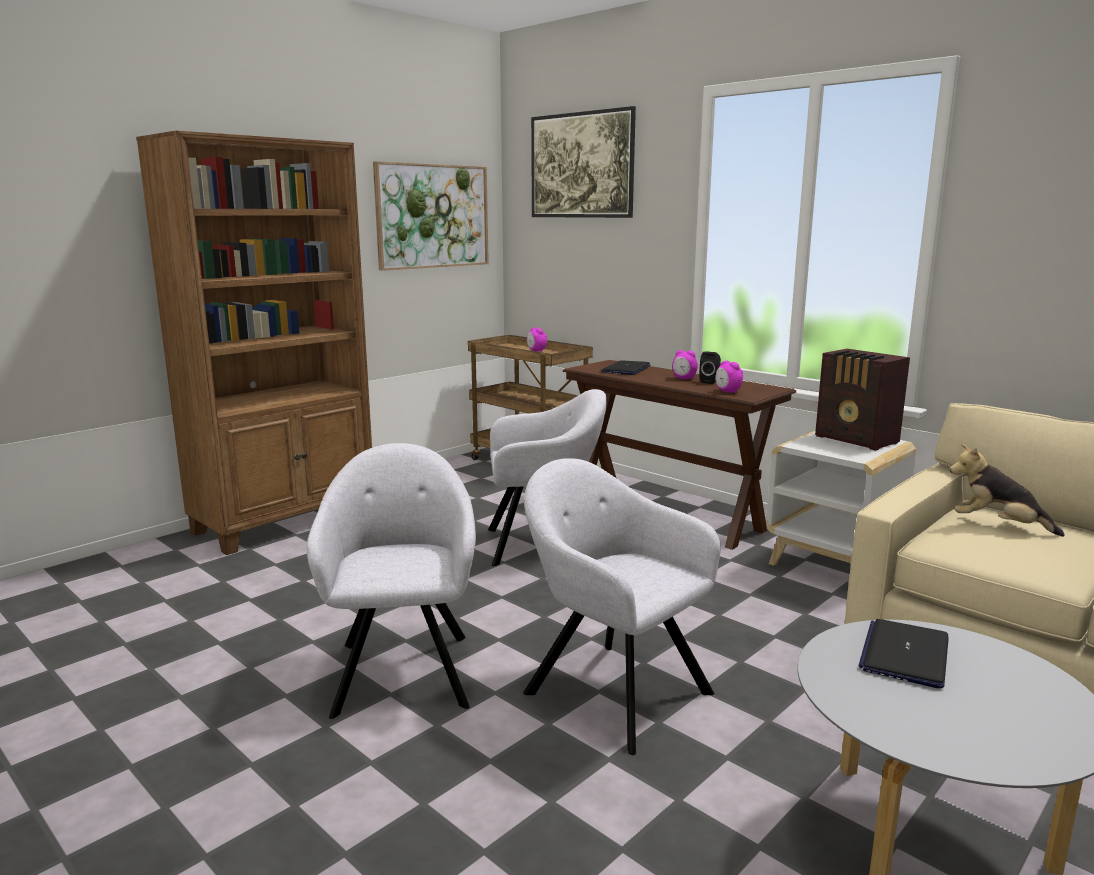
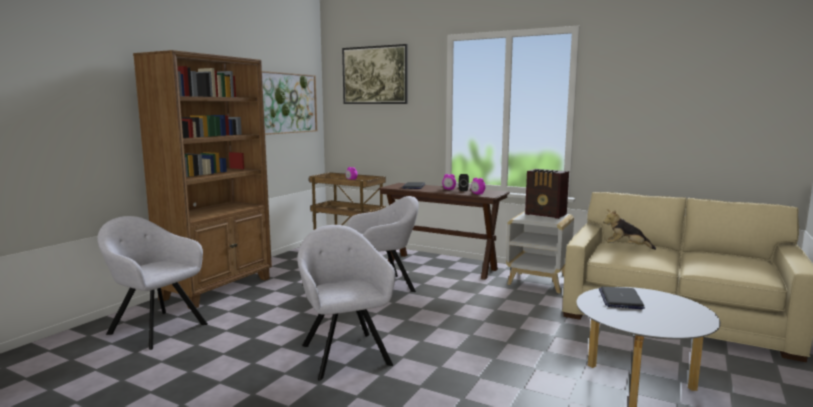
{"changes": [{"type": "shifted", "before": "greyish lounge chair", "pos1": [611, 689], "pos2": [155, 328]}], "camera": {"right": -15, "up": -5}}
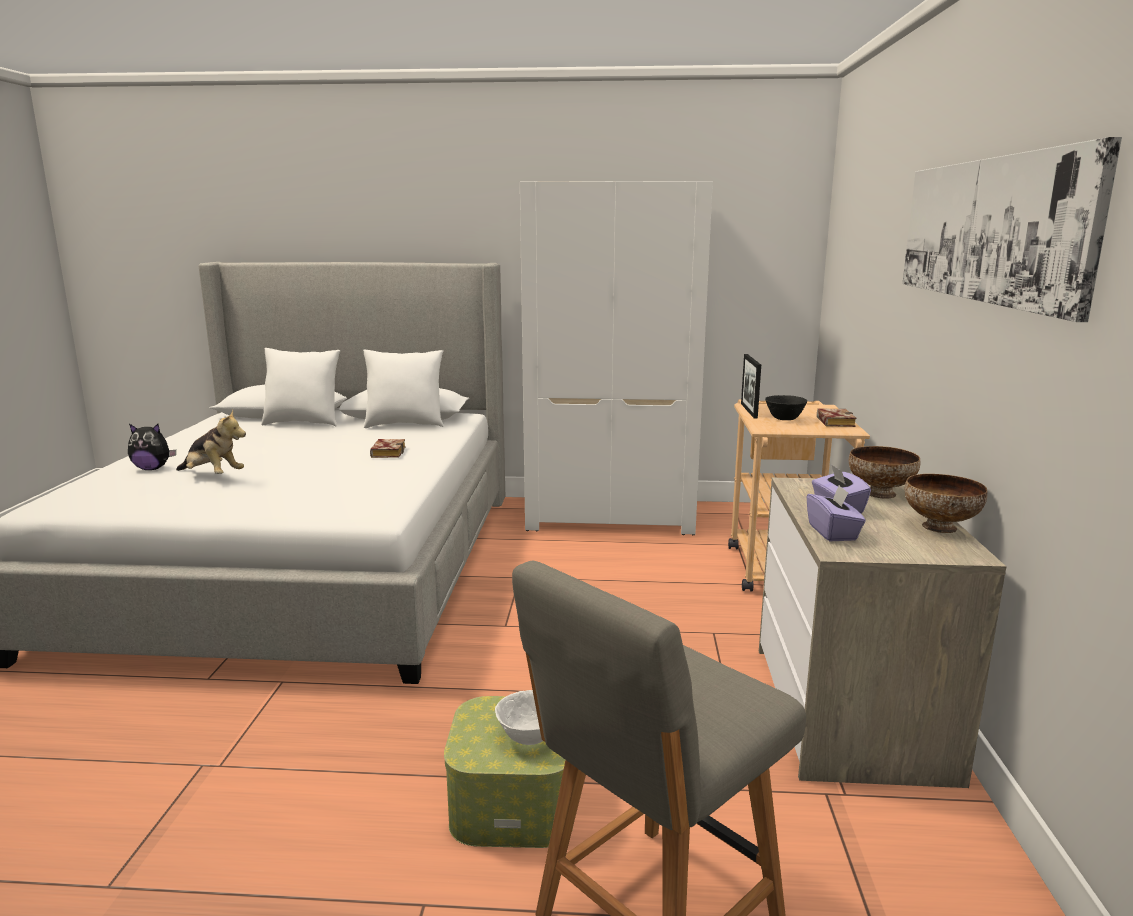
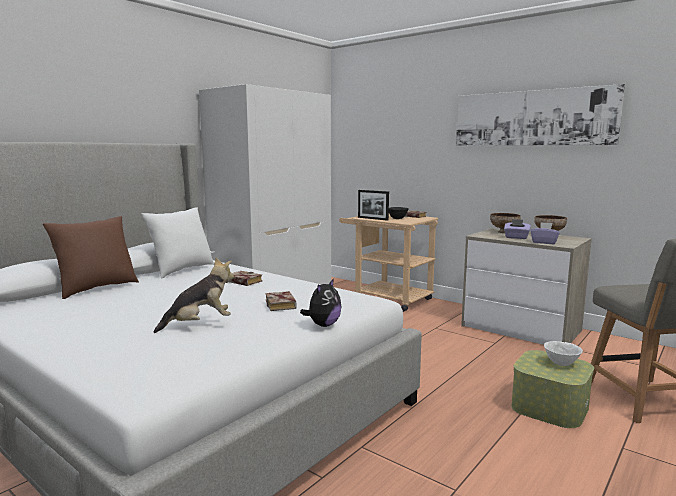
{"changes": [{"type": "shifted", "before": "plush toy", "pos1": [152, 469], "pos2": [323, 325]}, {"type": "repainted", "before": "whitish throw pillow", "after": "brown throw pillow", "pos1": [303, 423], "pos2": [96, 289]}, {"type": "new", "after": "bound book", "pos2": [282, 305]}], "camera": {"right": -55, "up": -5}}
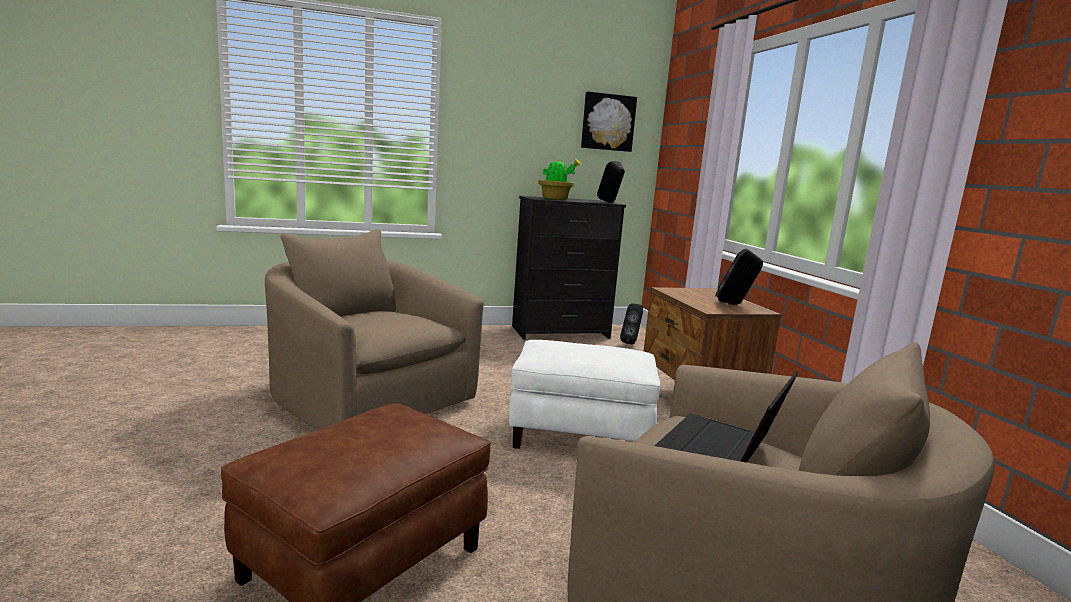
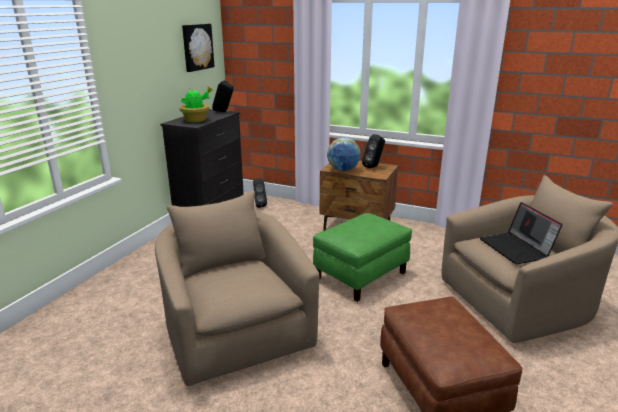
{"changes": [{"type": "rotated", "before": "beige-coloured lounge chair", "pos1": [366, 398], "pos2": [235, 330], "turn": 75}, {"type": "repainted", "before": "whitish ottoman", "after": "green-coloured ottoman", "pos1": [579, 435], "pos2": [361, 276]}, {"type": "new", "after": "globe", "pos2": [343, 170]}], "camera": {"right": -50, "up": 10}}
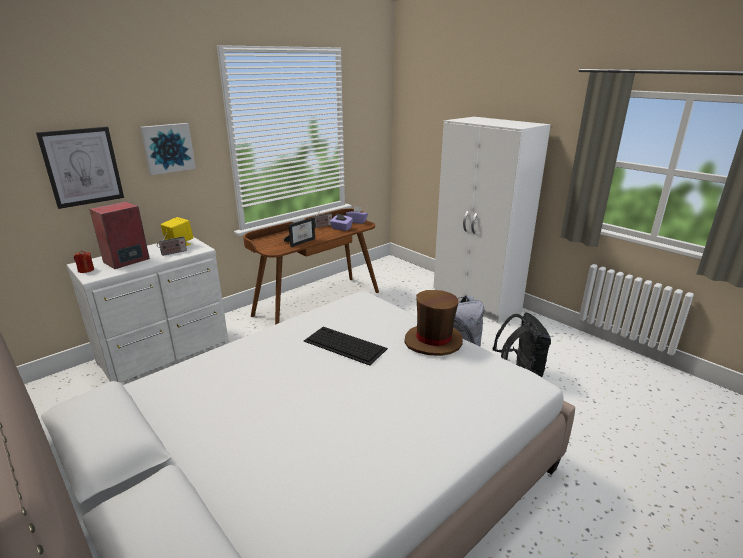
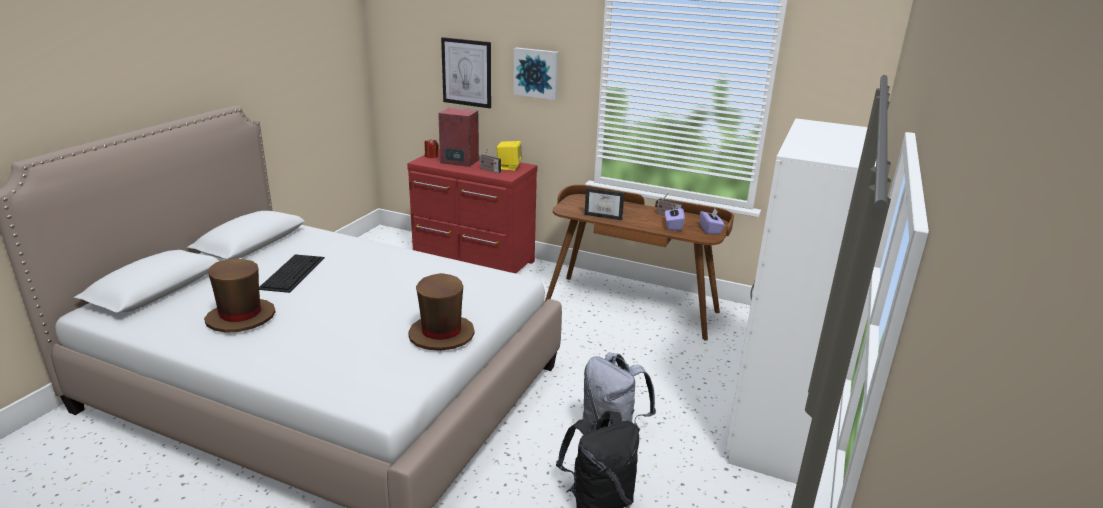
{"changes": [{"type": "repainted", "before": "whitish dresser", "after": "reddish dresser", "pos1": [166, 353], "pos2": [473, 261]}, {"type": "shifted", "before": "computer keyboard", "pos1": [344, 345], "pos2": [292, 272]}, {"type": "new", "after": "brown clothing hat", "pos2": [240, 318]}], "camera": {"right": 65, "up": 0}}
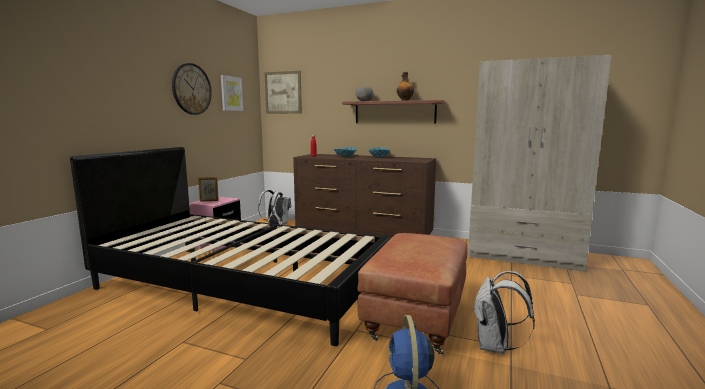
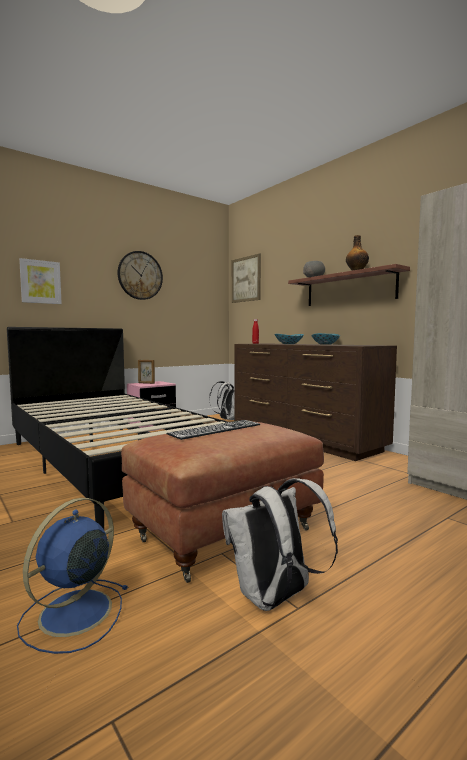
{"changes": [{"type": "shifted", "before": "picture", "pos1": [231, 93], "pos2": [40, 282]}, {"type": "new", "after": "computer keyboard", "pos2": [215, 429]}], "camera": {"right": 30, "up": -5}}
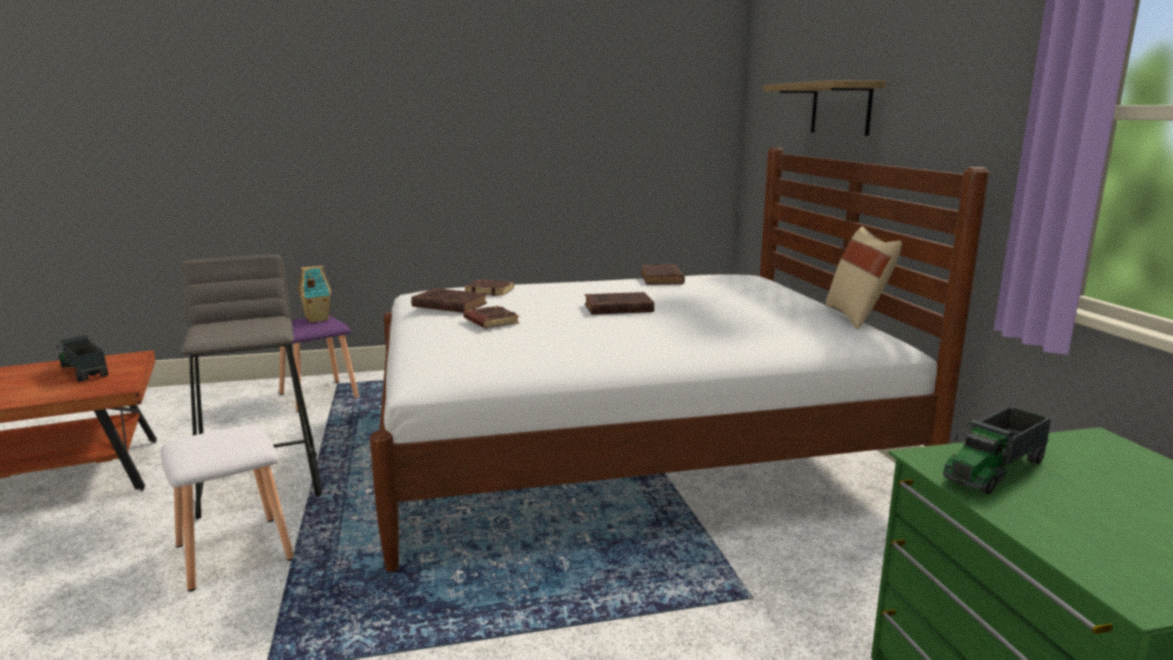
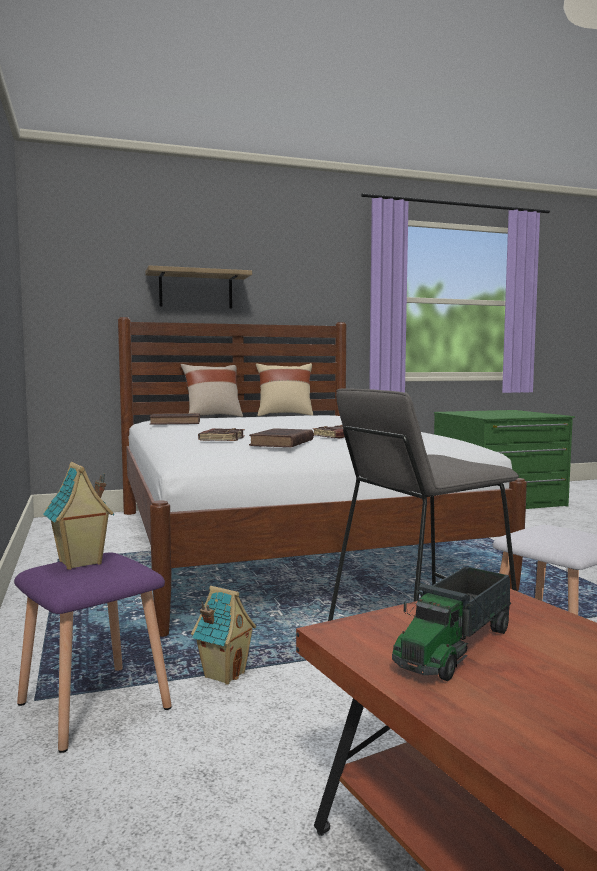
{"changes": [{"type": "gone", "before": "brown bound book", "pos1": [616, 308]}, {"type": "gone", "before": "model truck", "pos1": [994, 471]}, {"type": "new", "after": "beige-coloured throw pillow", "pos2": [212, 417]}, {"type": "new", "after": "miniature house", "pos2": [224, 674]}], "camera": {"right": -95, "up": -10}}
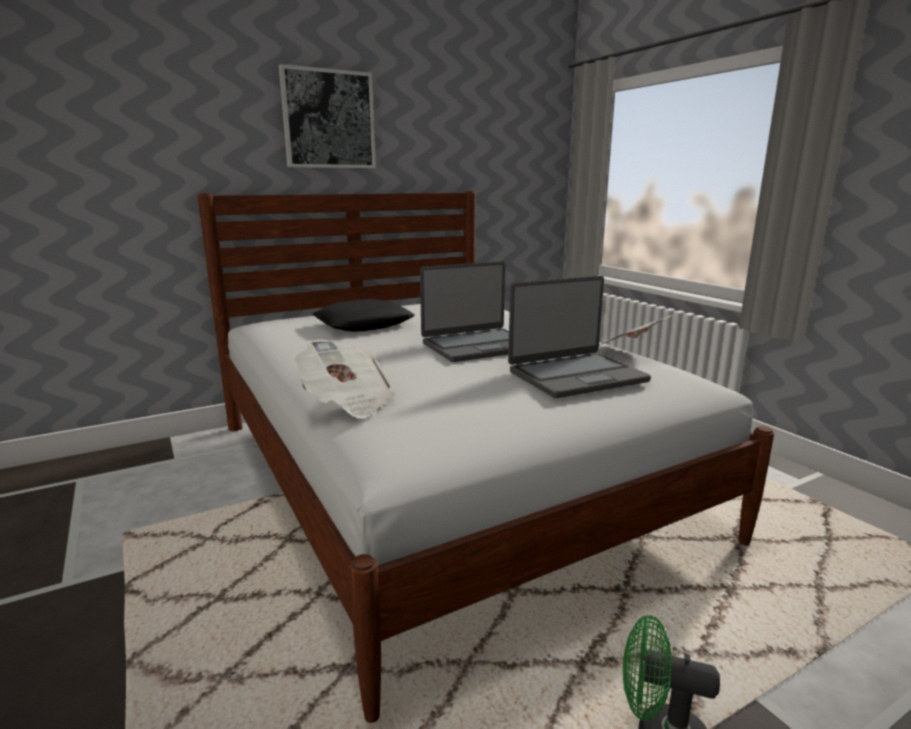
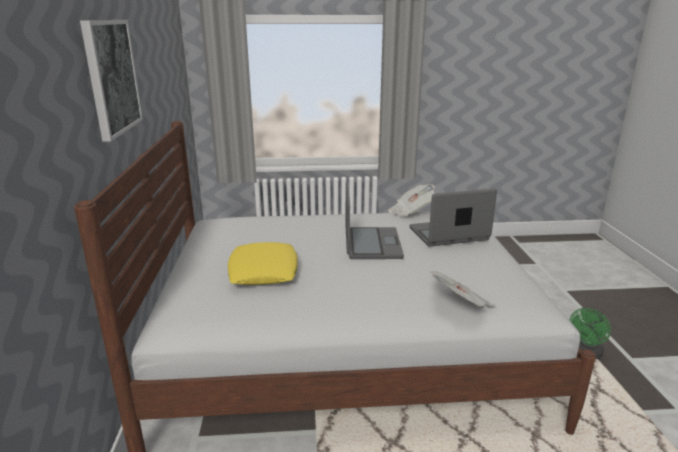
{"changes": [{"type": "repainted", "before": "blackish throw pillow", "after": "yellowish throw pillow", "pos1": [364, 324], "pos2": [263, 271]}, {"type": "rotated", "before": "laptop", "pos1": [576, 376], "pos2": [449, 234], "turn": -105}], "camera": {"right": -65, "up": 5}}
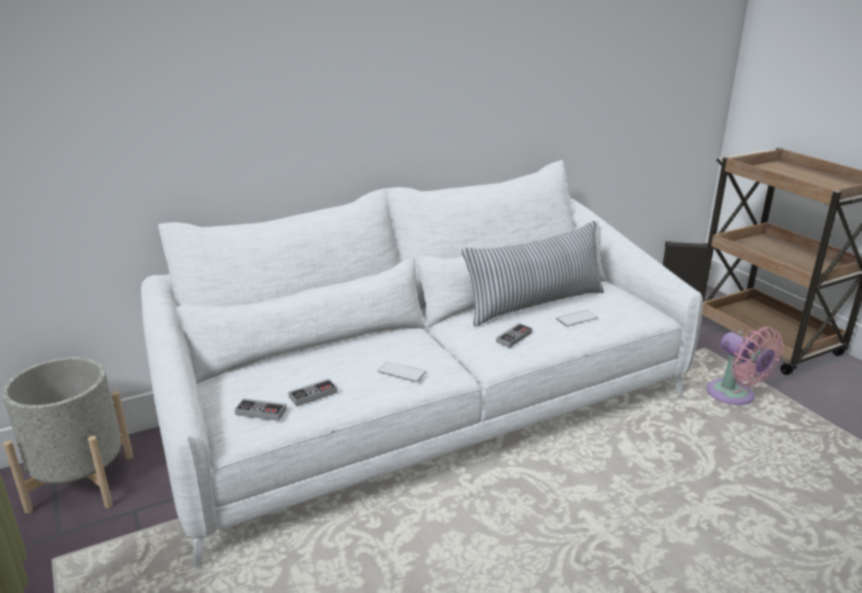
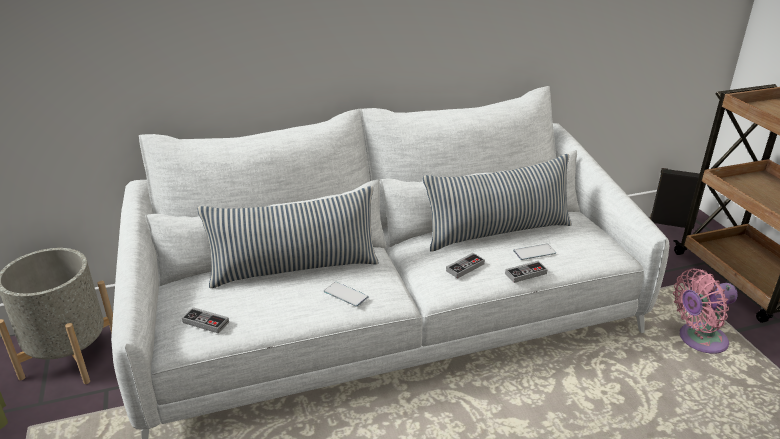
{"changes": [{"type": "shifted", "before": "game controller", "pos1": [313, 395], "pos2": [525, 273]}, {"type": "rotated", "before": "pink-coloured cooling fan", "pos1": [734, 396], "pos2": [698, 340], "turn": 90}, {"type": "new", "after": "throw pillow", "pos2": [295, 269]}], "camera": {"right": 10, "up": 5}}
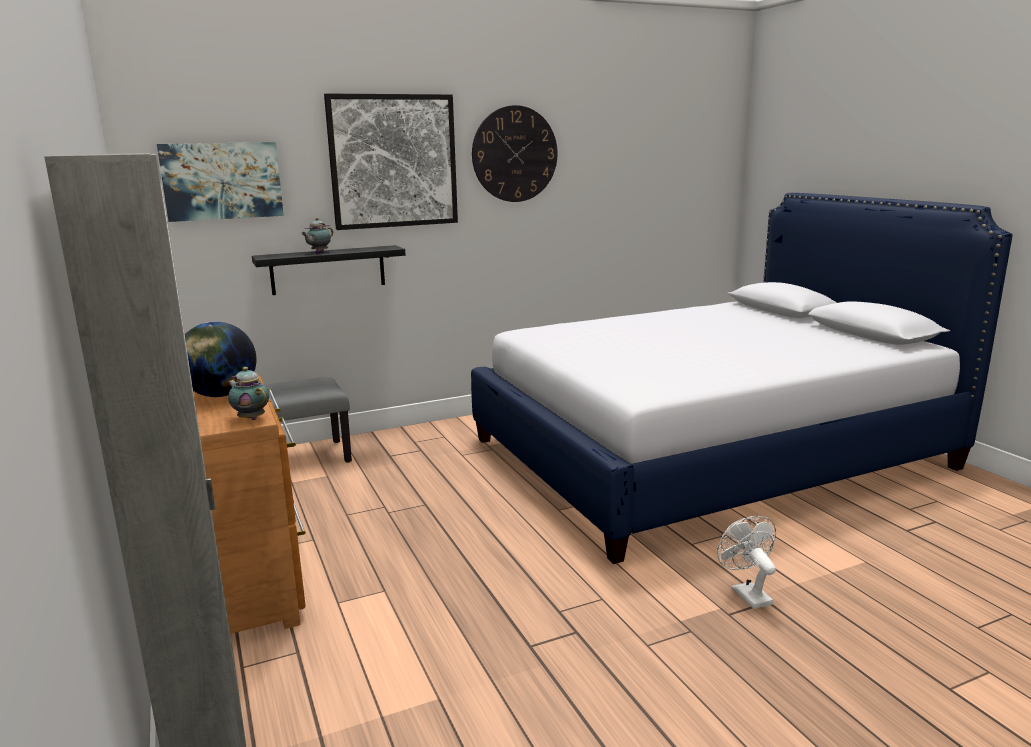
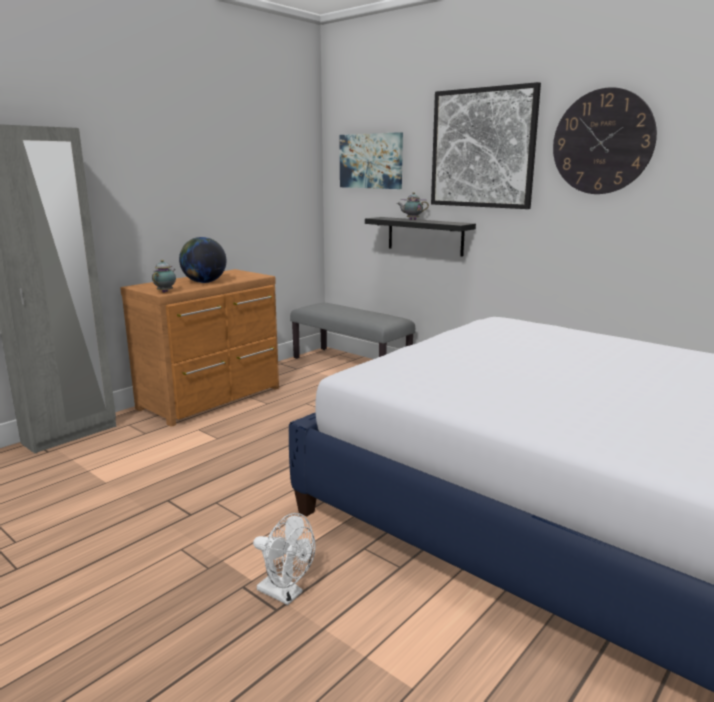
{"changes": [{"type": "rotated", "before": "whitish cooling fan", "pos1": [747, 593], "pos2": [286, 594], "turn": 75}], "camera": {"right": 65, "up": 0}}
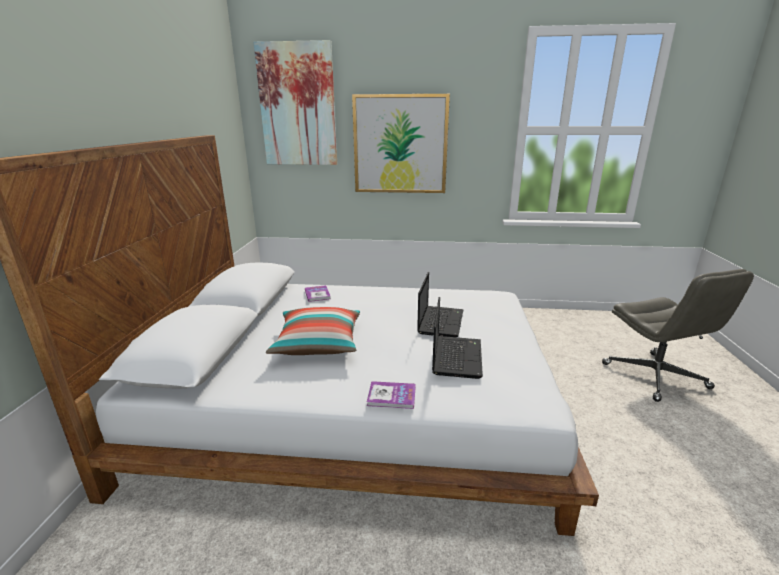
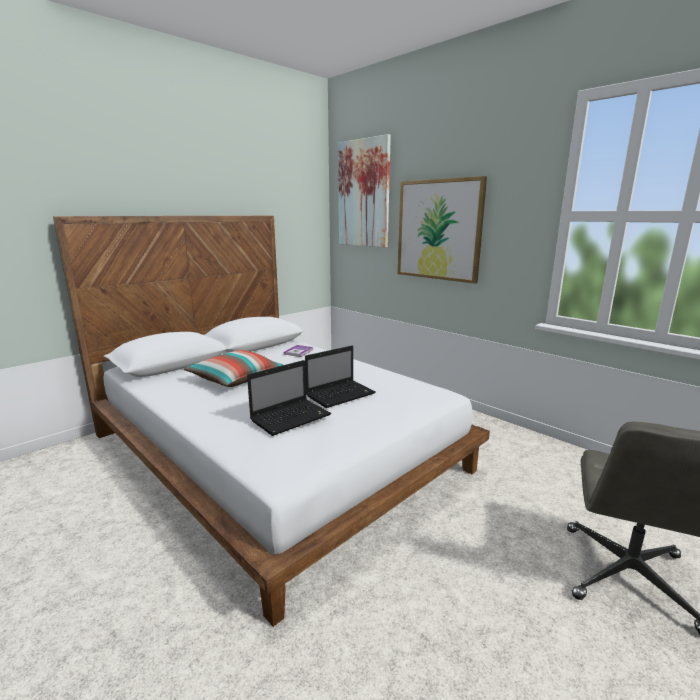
{"changes": [{"type": "gone", "before": "bound book", "pos1": [391, 396]}], "camera": {"right": 40, "up": -5}}
